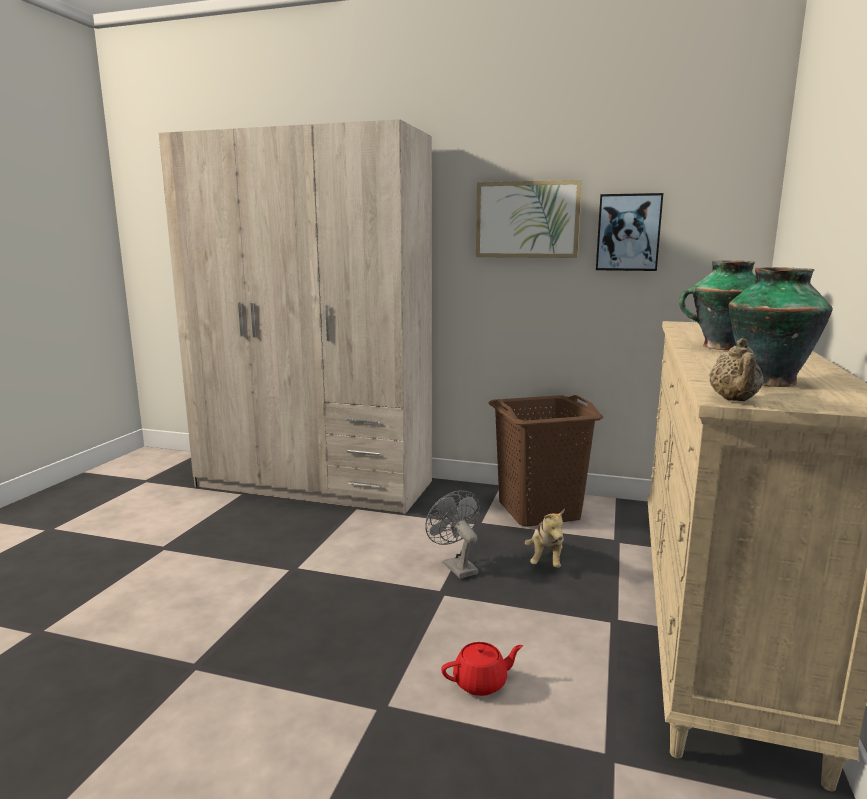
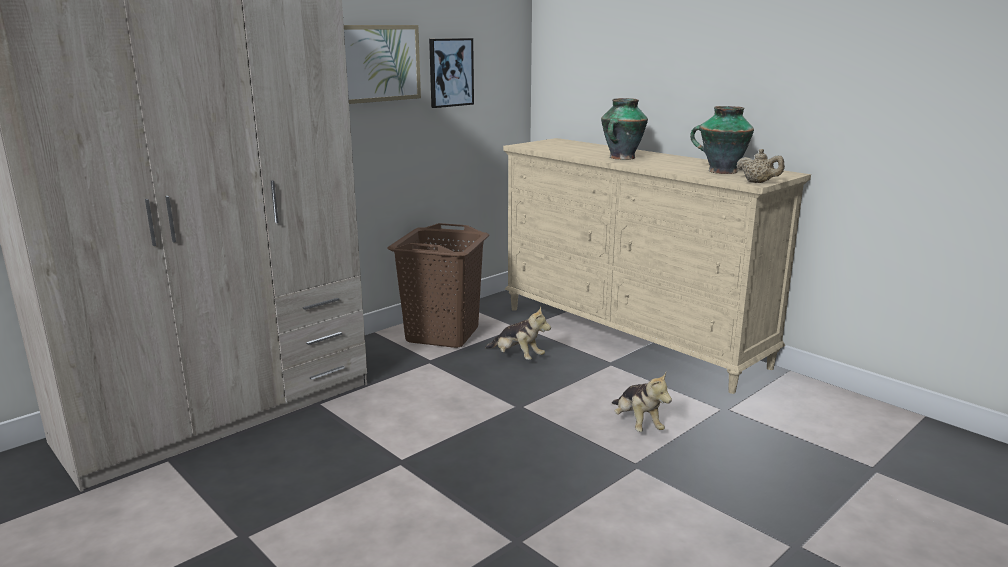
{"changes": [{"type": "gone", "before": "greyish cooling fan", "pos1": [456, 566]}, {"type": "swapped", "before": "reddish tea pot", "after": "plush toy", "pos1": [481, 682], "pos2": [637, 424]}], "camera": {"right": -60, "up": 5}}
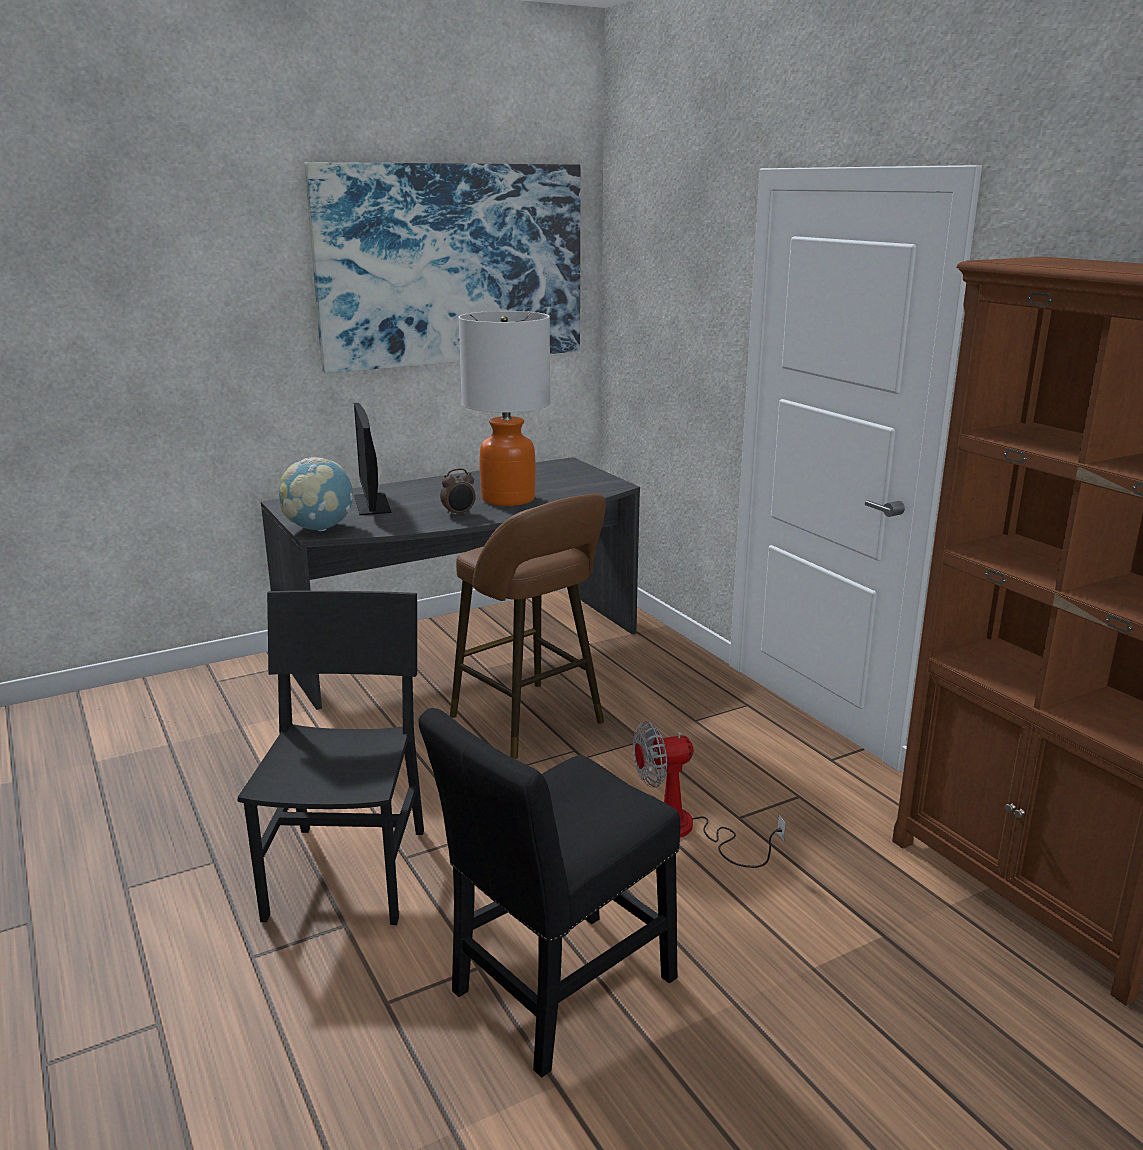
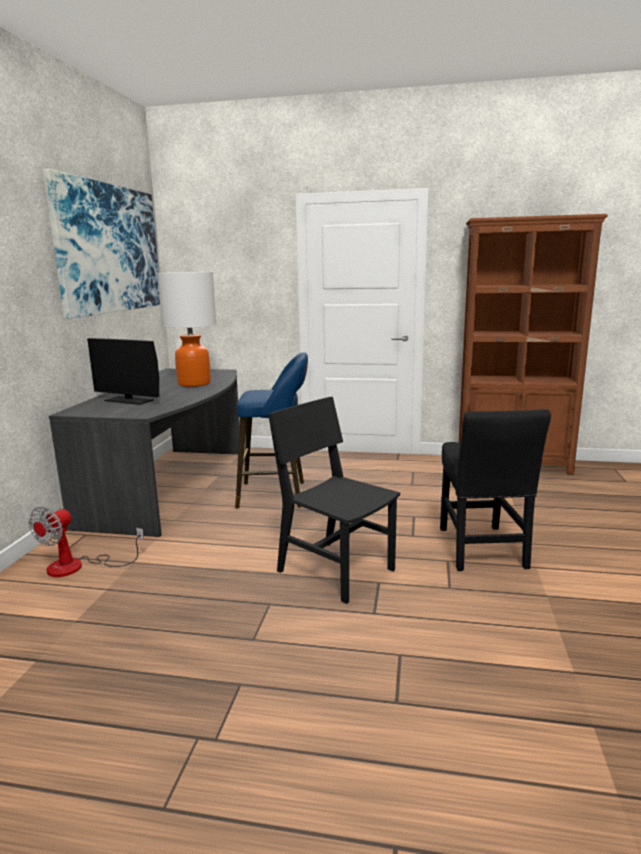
{"changes": [{"type": "gone", "before": "globe", "pos1": [319, 528]}, {"type": "gone", "before": "bedside clock", "pos1": [459, 514]}, {"type": "repainted", "before": "brown stool", "after": "blue-coloured stool", "pos1": [532, 722], "pos2": [276, 494]}, {"type": "shifted", "before": "cooling fan", "pos1": [684, 831], "pos2": [78, 567]}], "camera": {"right": -50, "up": -5}}
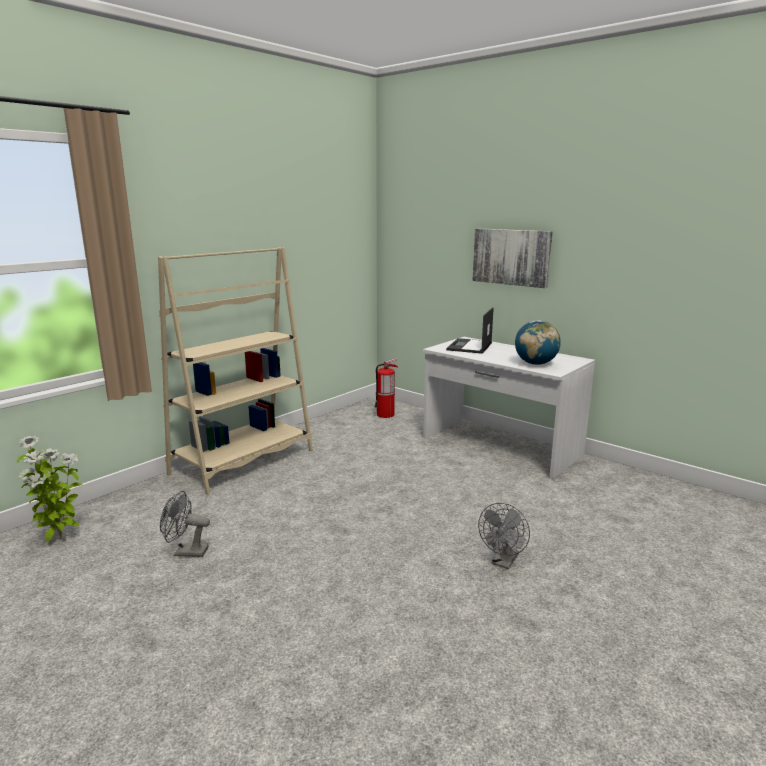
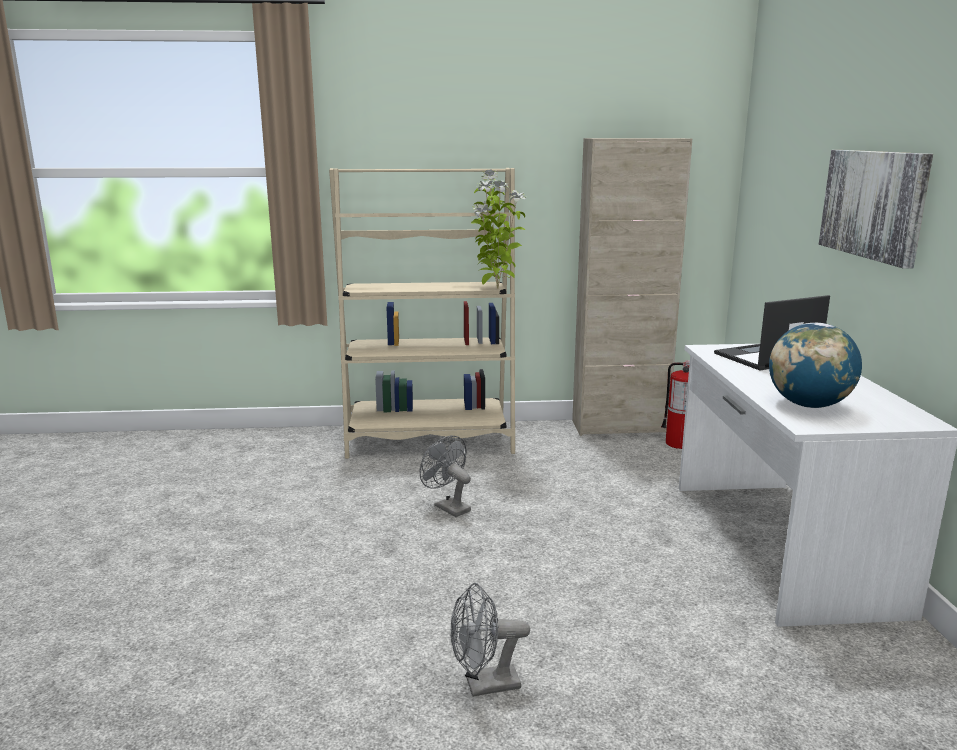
{"changes": [{"type": "shifted", "before": "potted plant", "pos1": [59, 538], "pos2": [496, 289]}, {"type": "shifted", "before": "greyish cooling fan", "pos1": [186, 552], "pos2": [448, 507]}, {"type": "new", "after": "beige-coloured storage cabinet", "pos2": [619, 427]}], "camera": {"right": 45, "up": 0}}
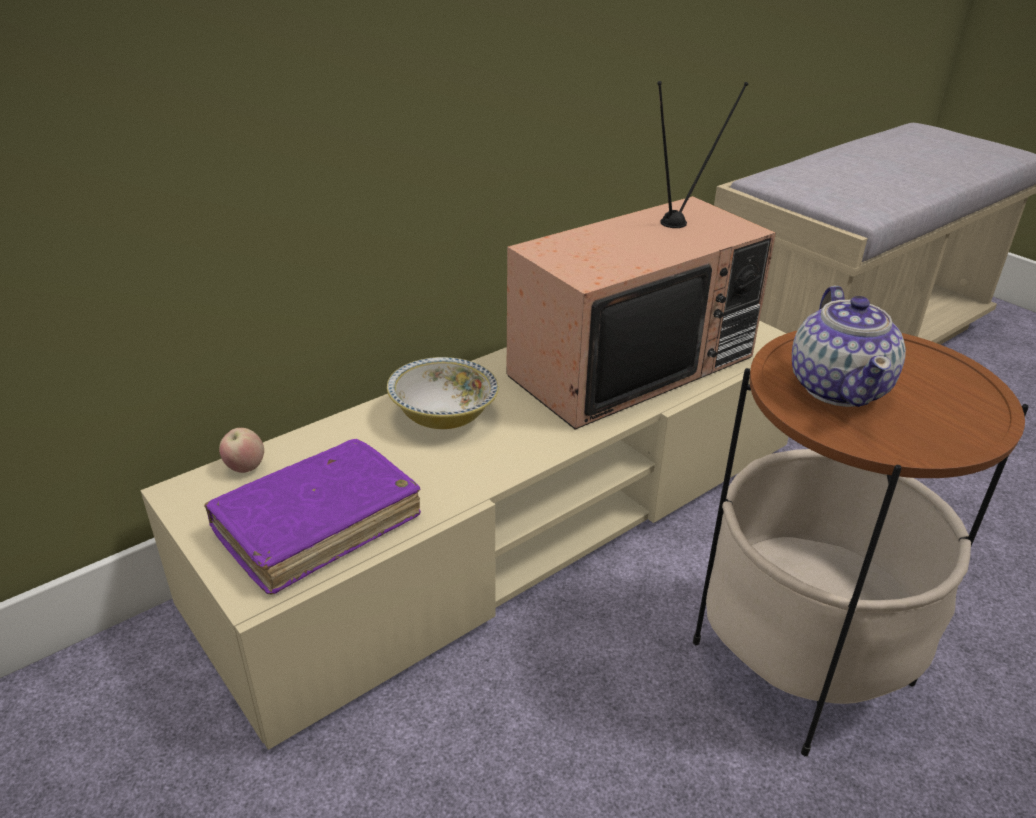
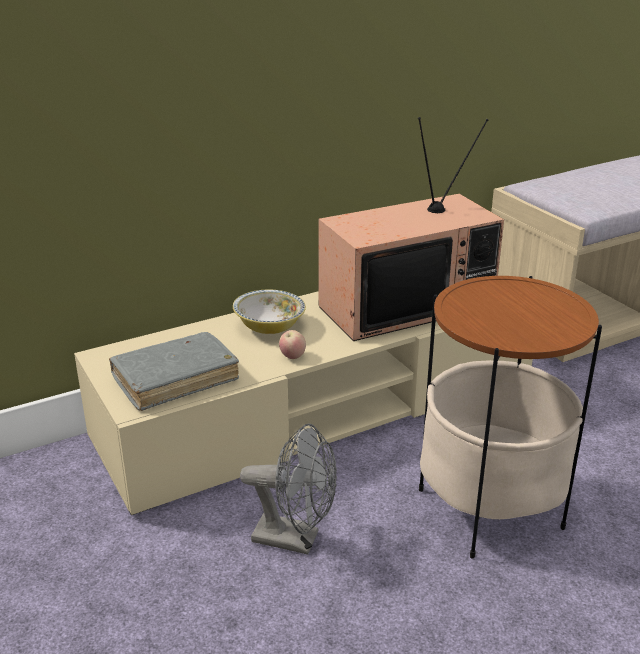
{"changes": [{"type": "repainted", "before": "purple-coloured bound book", "after": "greyish bound book", "pos1": [318, 525], "pos2": [175, 379]}, {"type": "shifted", "before": "apple", "pos1": [245, 467], "pos2": [292, 356]}, {"type": "gone", "before": "tea pot", "pos1": [839, 387]}, {"type": "new", "after": "greyish cooling fan", "pos2": [296, 539]}], "camera": {"right": 10, "up": -5}}
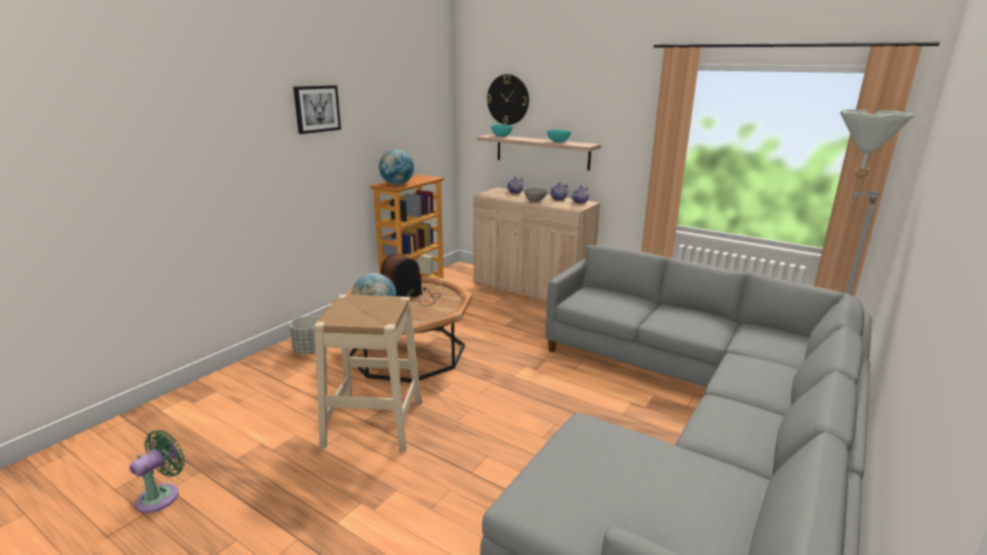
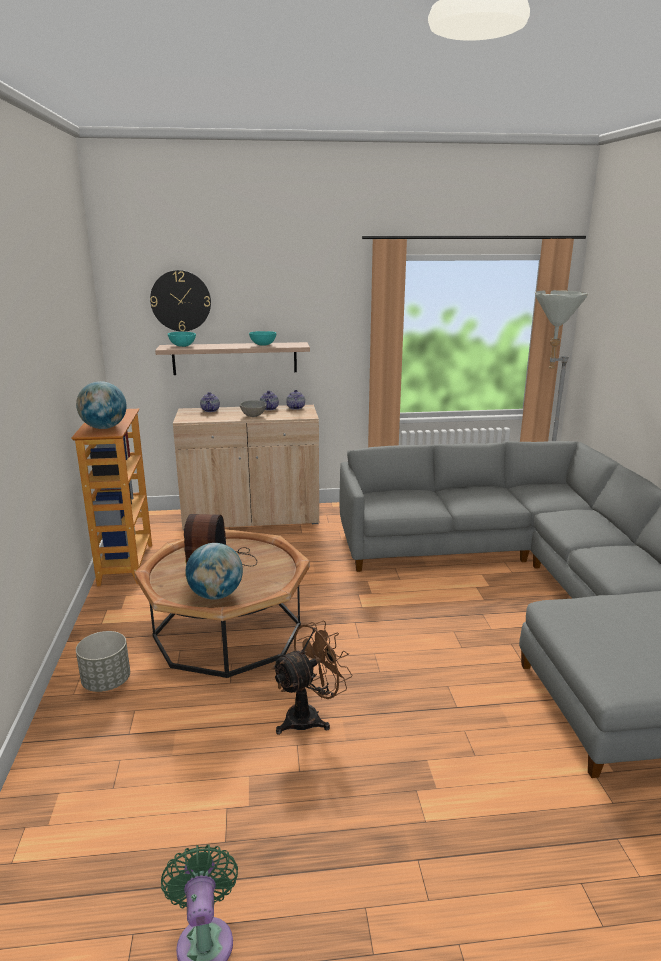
{"changes": [{"type": "gone", "before": "picture", "pos1": [316, 109]}, {"type": "swapped", "before": "beige-coloured stool", "after": "brown cooling fan", "pos1": [373, 423], "pos2": [310, 716]}], "camera": {"right": -40, "up": 0}}
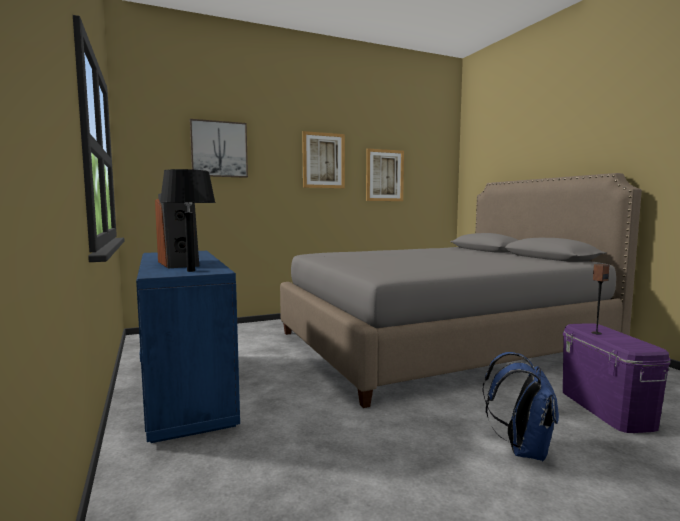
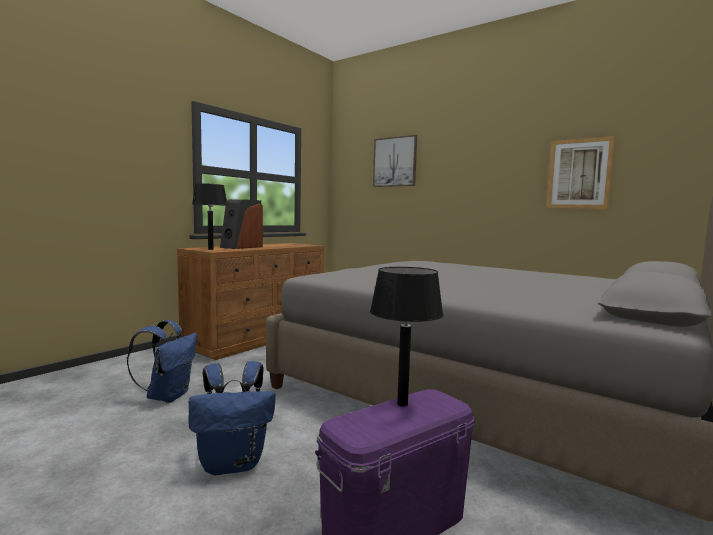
{"changes": [{"type": "repainted", "before": "blue-coloured dresser", "after": "brown dresser", "pos1": [186, 389], "pos2": [258, 338]}, {"type": "gone", "before": "picture", "pos1": [323, 160]}, {"type": "swapped", "before": "audio speaker", "after": "blackish tabletop lamp", "pos1": [596, 333], "pos2": [403, 404]}, {"type": "new", "after": "blue-coloured knapsack", "pos2": [168, 396]}], "camera": {"right": 60, "up": 0}}
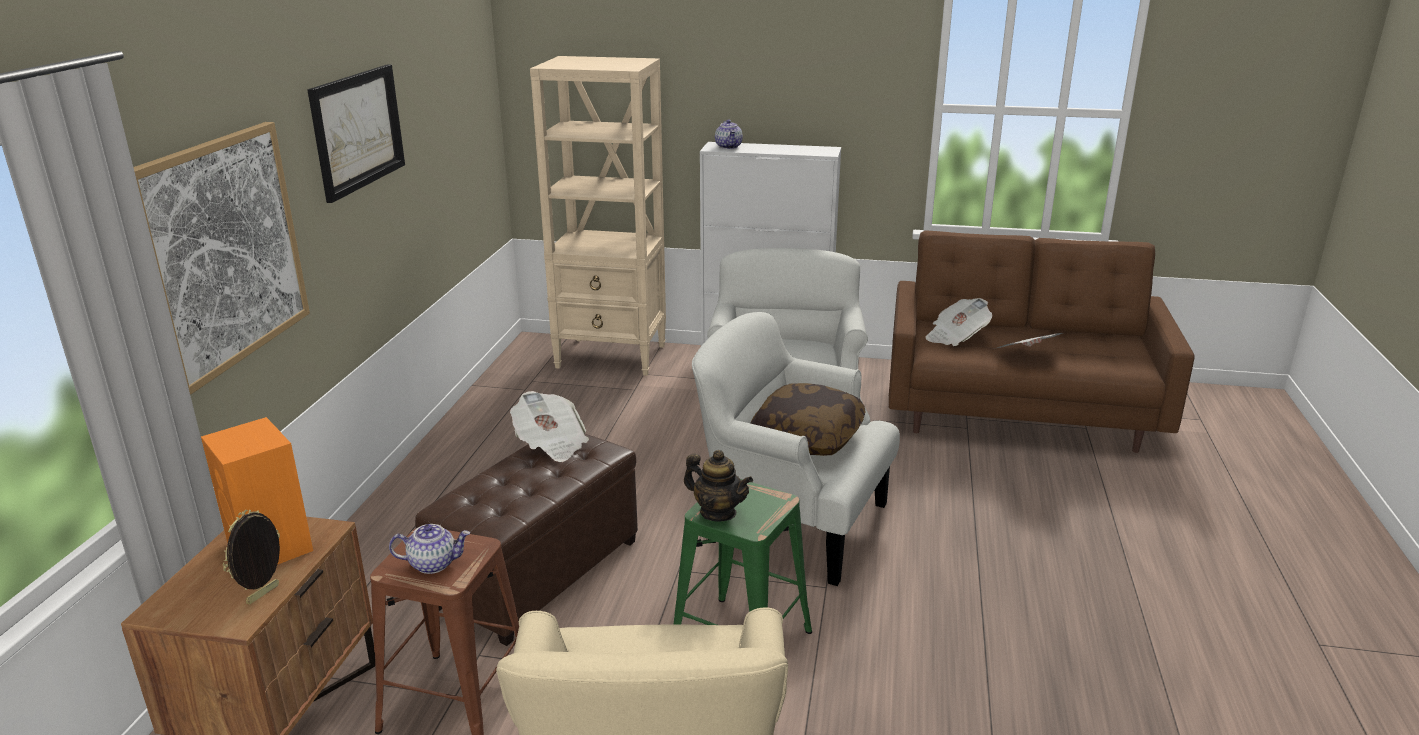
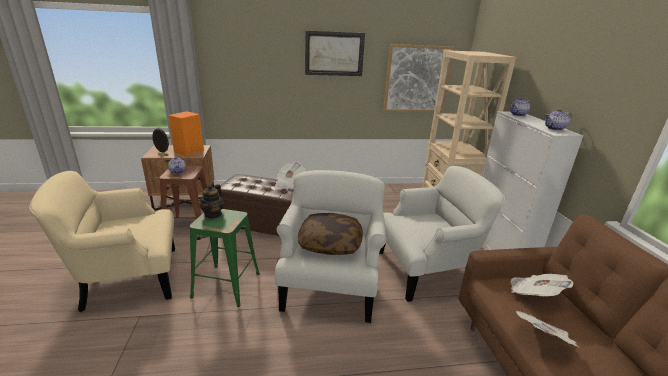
{"changes": [{"type": "shifted", "before": "picture", "pos1": [222, 252], "pos2": [417, 79]}, {"type": "new", "after": "tea pot", "pos2": [554, 128]}], "camera": {"right": 70, "up": 0}}
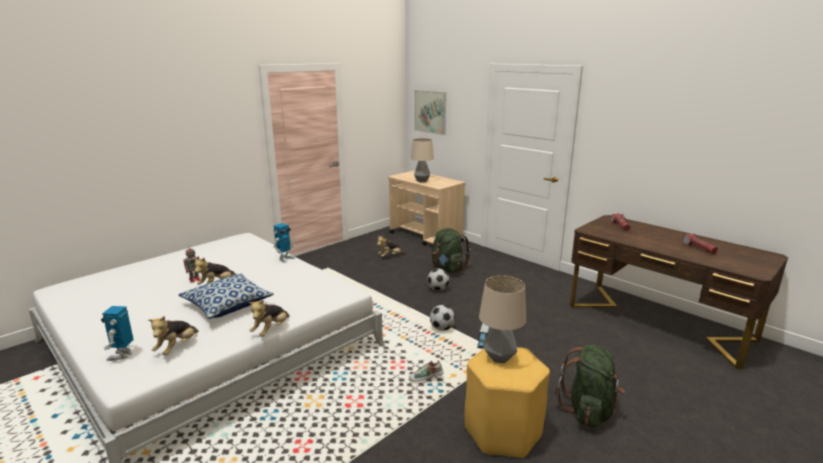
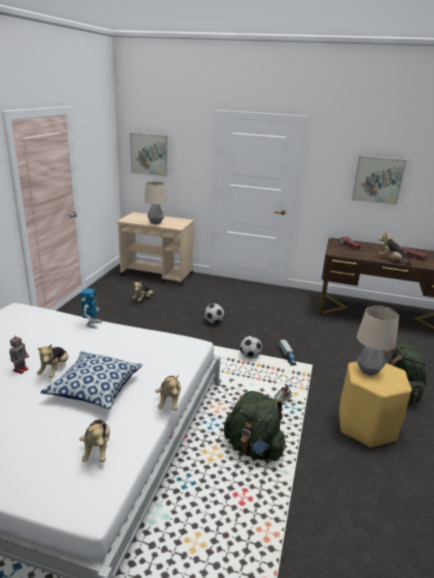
{"changes": [{"type": "gone", "before": "toy robot", "pos1": [122, 355]}, {"type": "shifted", "before": "green-coloured knapsack", "pos1": [447, 269], "pos2": [253, 448]}, {"type": "new", "after": "picture", "pos2": [378, 180]}, {"type": "new", "after": "plush toy", "pos2": [392, 260]}], "camera": {"right": -30, "up": 5}}
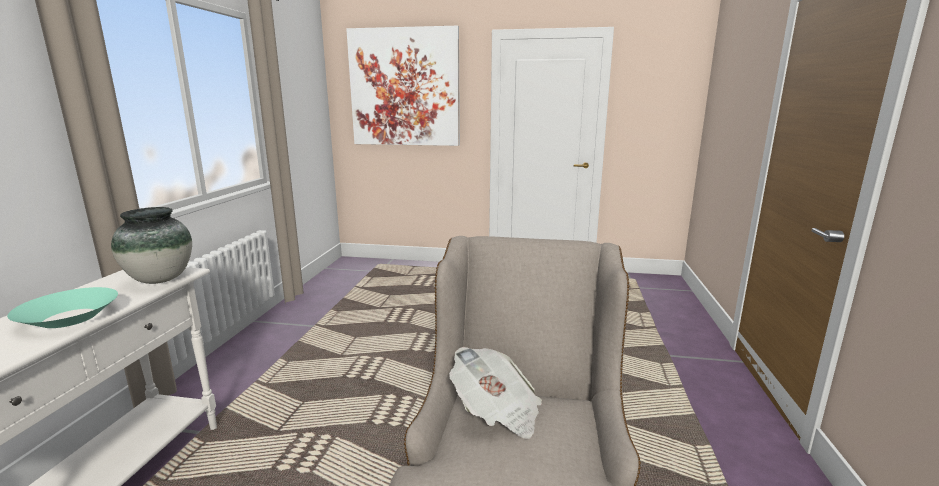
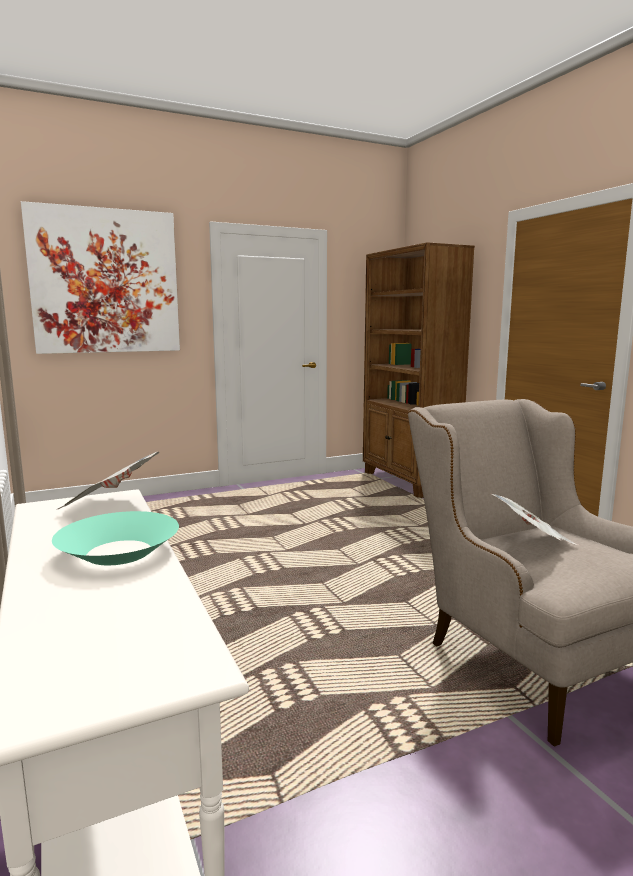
{"changes": [{"type": "swapped", "before": "decorative vase", "after": "daily paper", "pos1": [160, 279], "pos2": [111, 506]}, {"type": "new", "after": "brown bookcase", "pos2": [409, 482]}], "camera": {"right": -35, "up": -5}}
